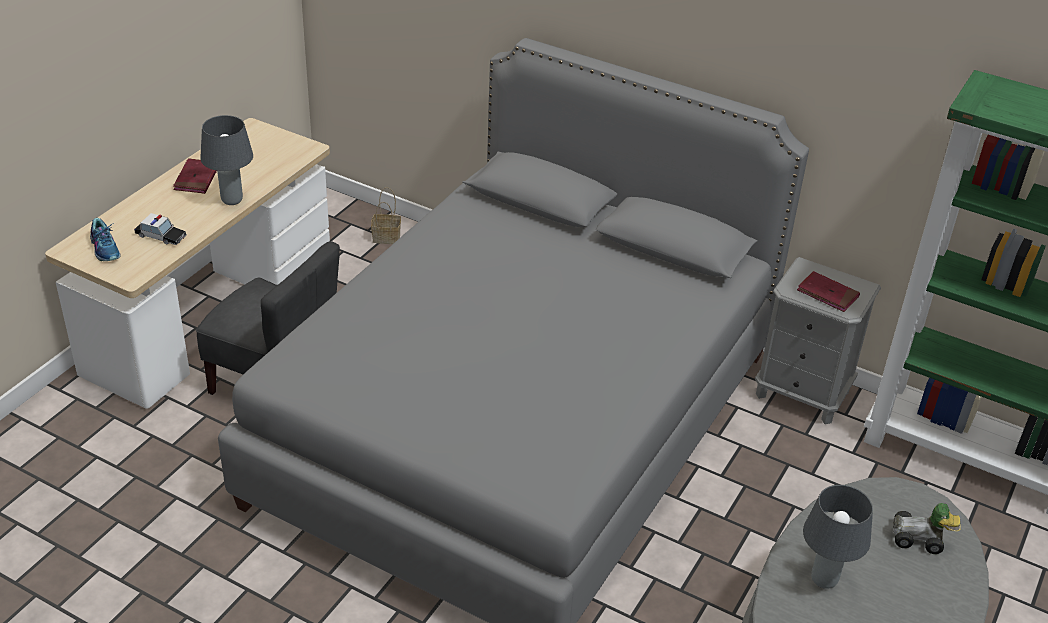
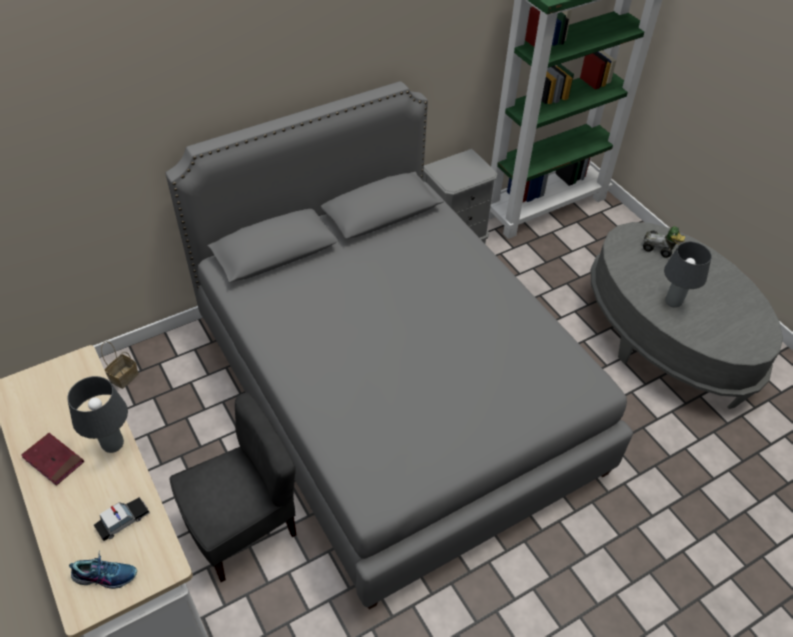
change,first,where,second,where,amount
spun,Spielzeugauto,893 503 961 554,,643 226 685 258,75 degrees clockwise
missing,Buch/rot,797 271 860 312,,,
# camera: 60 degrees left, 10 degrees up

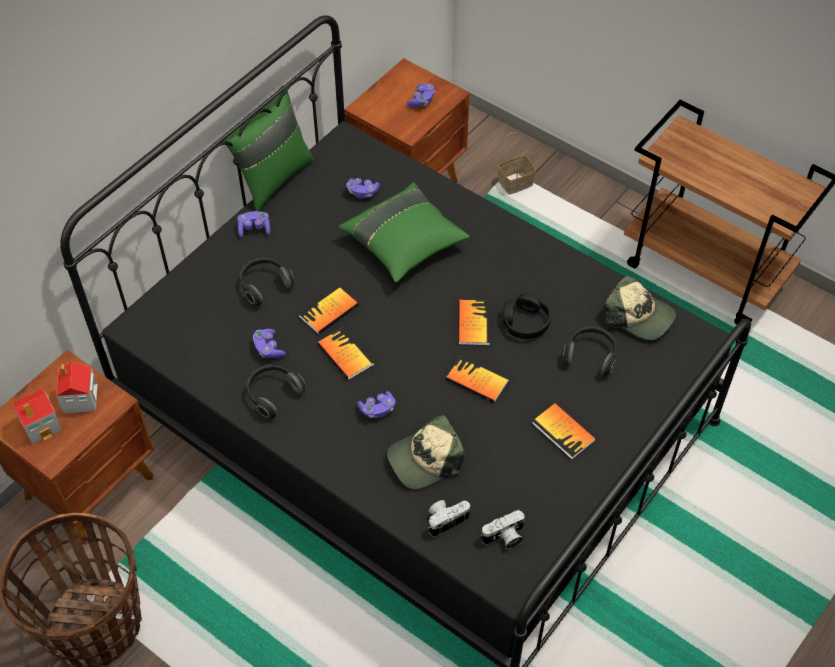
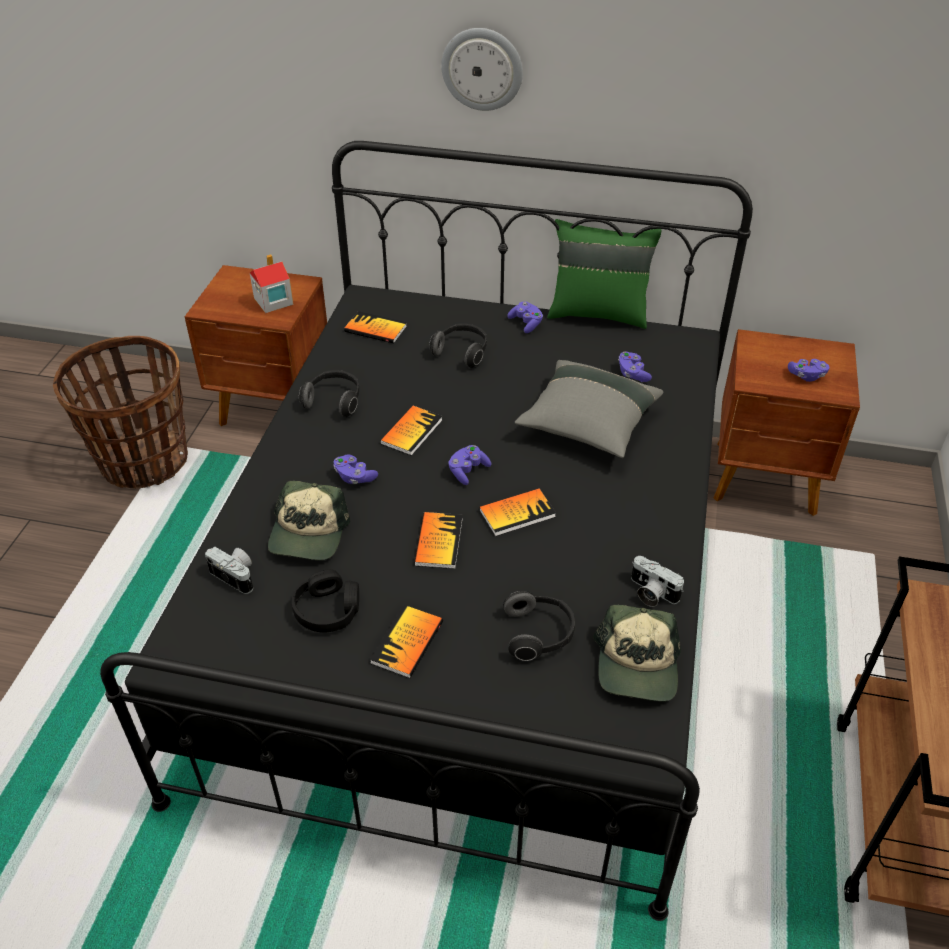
change,first,where,second,where,amount
spun,Kappe,387 415 464 489,,268 481 350 560,120 degrees counterclockwise
relocated,Kopfhörer/schwarz,503 293 551 339,,292 569 359 632,
relocated,Buch,299 286 358 334,,344 311 407 344,
appeared,,,Wanduhr,441 28 523 111,
relocated,Gamepad/lila,253 329 286 359,,448 445 491 485,
colour,Kissen/grün,338 183 470 283,Kissen/grau,515 360 663 458,
relocated,Kamera,481 510 525 549,,631 556 684 607,
missing,Spielzeughaus,12 389 62 444,,,
missing,Korb,498 132 536 195,,,
# camera: 65 degrees right, 10 degrees down

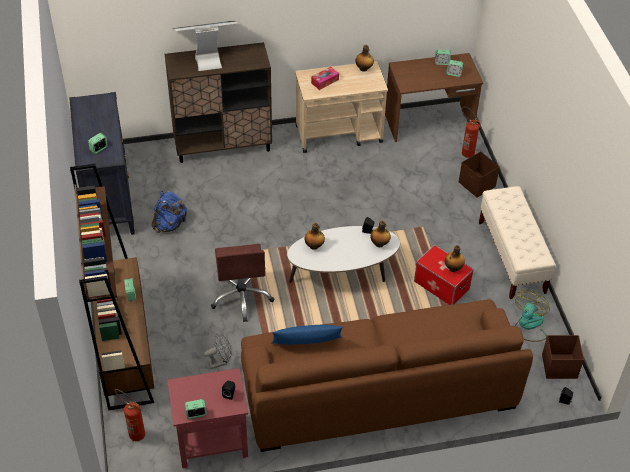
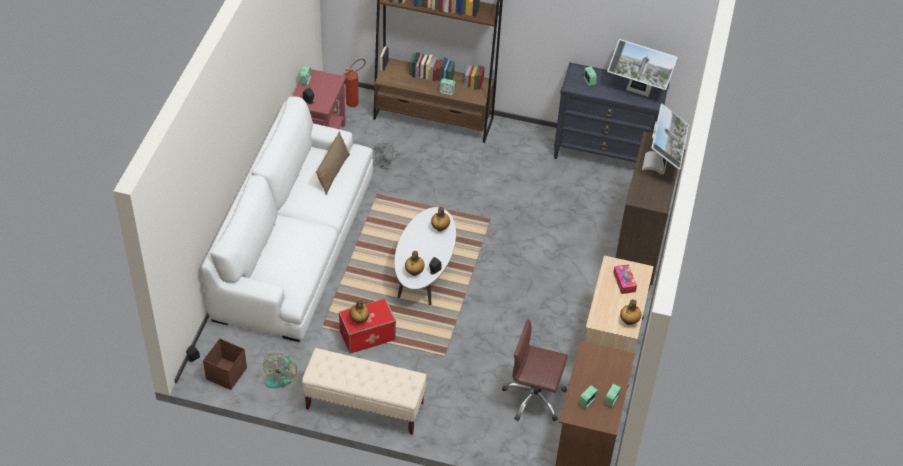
change,first,where,second,where,amount
colour,Sofa/braun,241 299 533 452,Sofa/weiß,201 96 373 342,
spun,Ventilator,515 290 550 342,,263 353 297 388,60 degrees clockwise
colour,Kissen/blau,271 325 343 345,Kissen/braun,316 131 350 195,
relocated,Bürostuhl/braun,211 244 275 322,,502 319 568 421,
appeared,,,Monitor,607 39 678 97,
missing,Rucksack/blau,152 191 187 233,,,
missing,Aufbewahrungsbox/braun,459 151 500 197,,,
missing,Feuerlöscher,462 106 481 158,,,
# camera: 115 degrees right, 0 degrees up

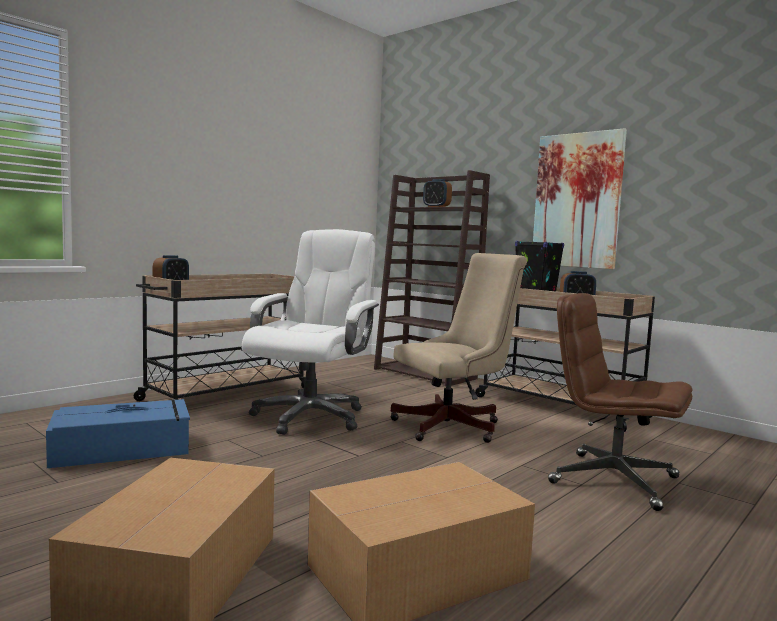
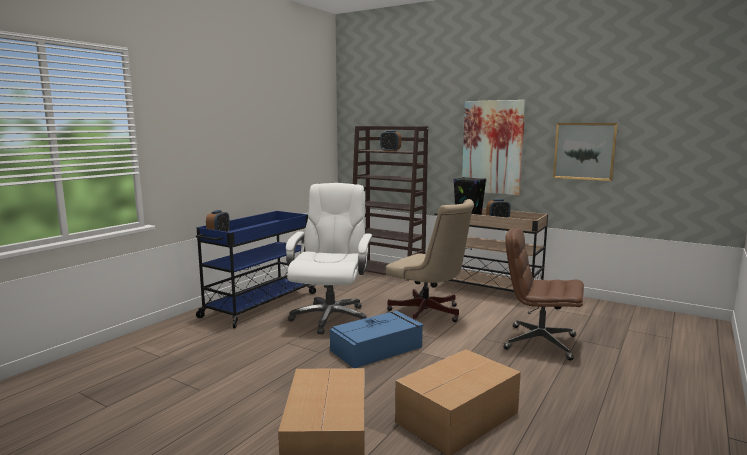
change,first,where,second,where,amount
colour,Rollwagen/beige,134 274 306 401,Rollwagen/blau,196 211 316 328,
relocated,Aufbewahrungsbox/blau,46 399 190 468,,330 311 423 368,
spun,Bürostuhl/beige,391 253 527 443,,386 199 474 322,75 degrees clockwise
appeared,,,Bild,553 123 618 181,
# camera: 10 degrees left, 5 degrees up

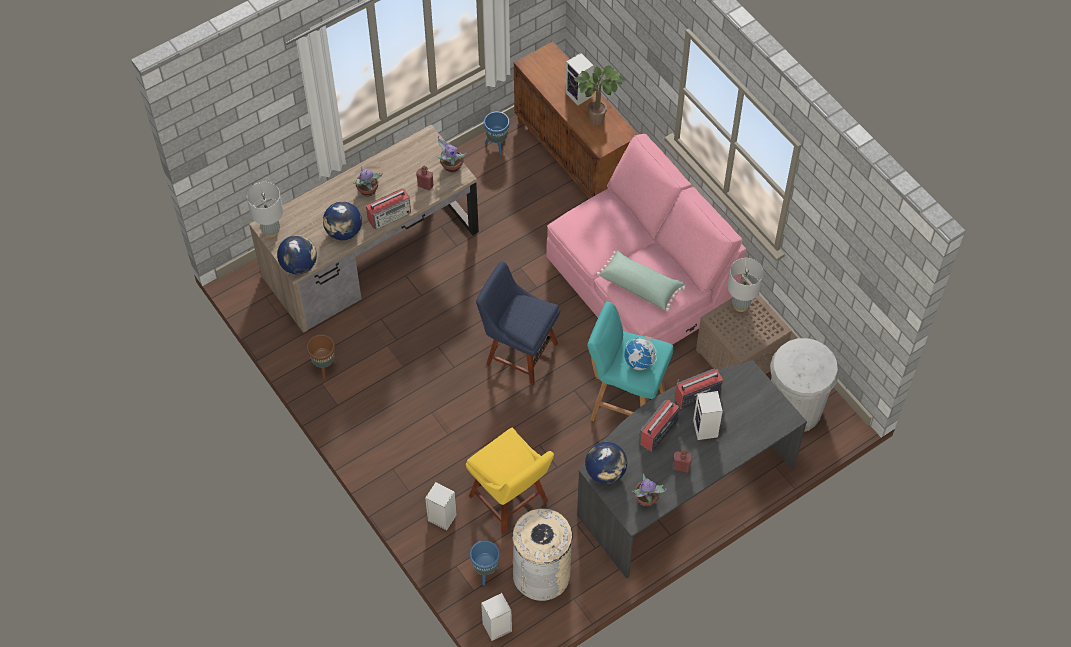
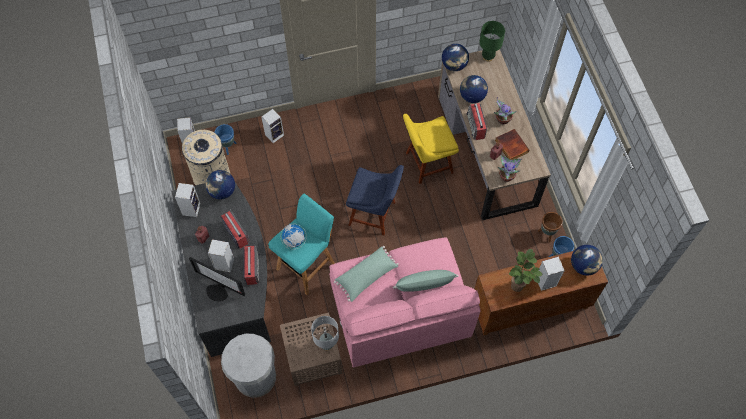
change,first,where,second,where,amount
exchanged,Topfpflanze,632 473 667 506,Lautsprecher,175 183 201 217,
appeared,,,Monitor,189 257 245 301,
spun,Stuhl/blau,476 261 560 385,,346 165 404 235,60 degrees clockwise
appeared,,,Kissen/grün,393 270 459 292,
relocated,Stuhl/gelb,466 428 554 534,,403 114 459 184,
colour,Tischlampe/grau,247 182 283 237,Tischlampe/grün,479 21 505 62,
appeared,,,Buch,495 129 529 161,
relocated,Pflanzkübel/braun,307 335 337 379,,538 212 563 242,
appeared,,,Globus,571 245 603 275,
# camera: 110 degrees right, 5 degrees up

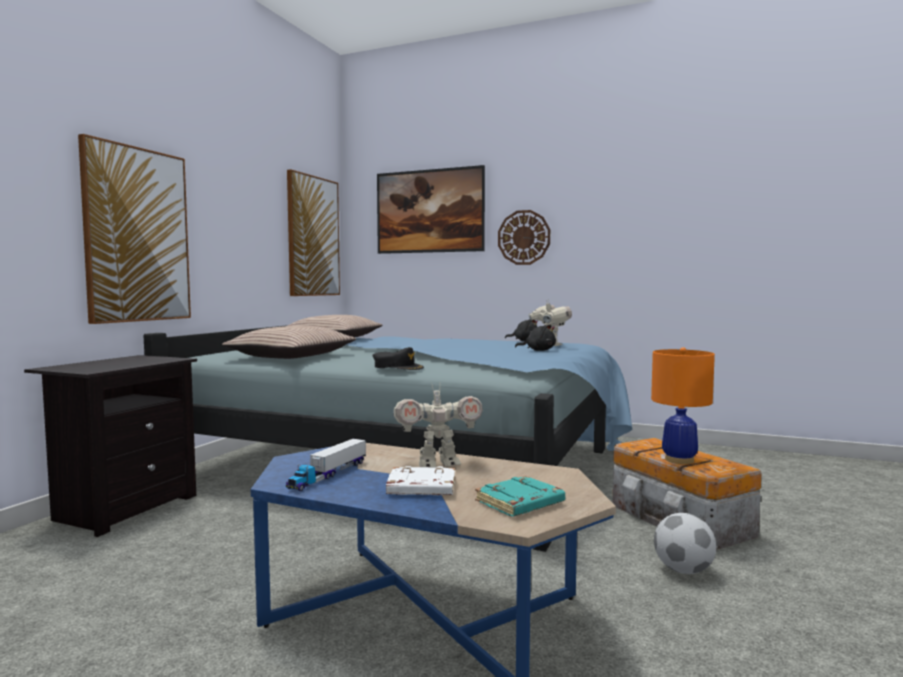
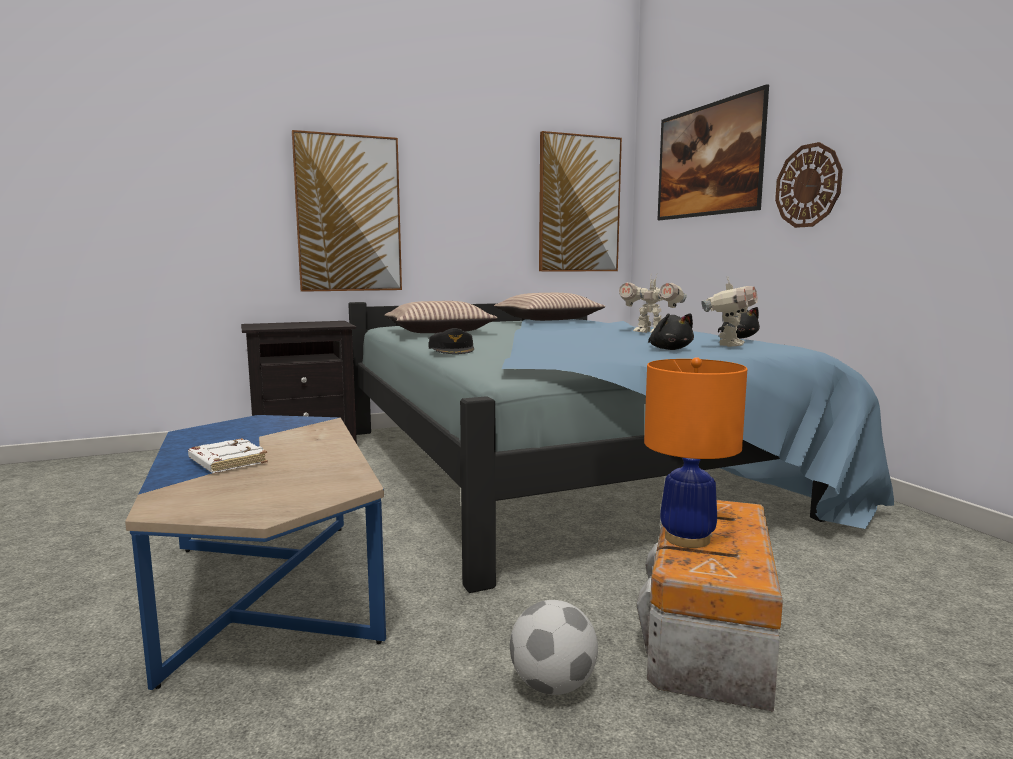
change,first,where,second,where,amount
relocated,Spielzeugroboter,393 385 483 468,,619 275 687 333,
missing,Spielzeuglaster,286 439 366 491,,,
missing,Buch/türkis,475 476 565 517,,,
# camera: 45 degrees right, 5 degrees up

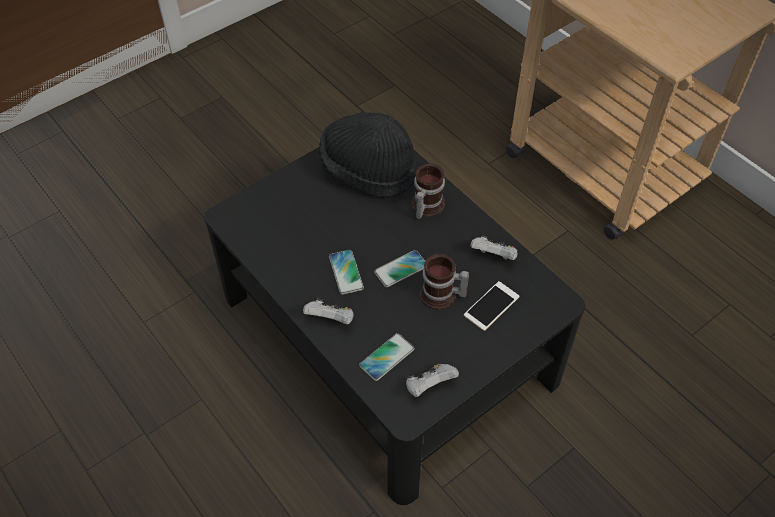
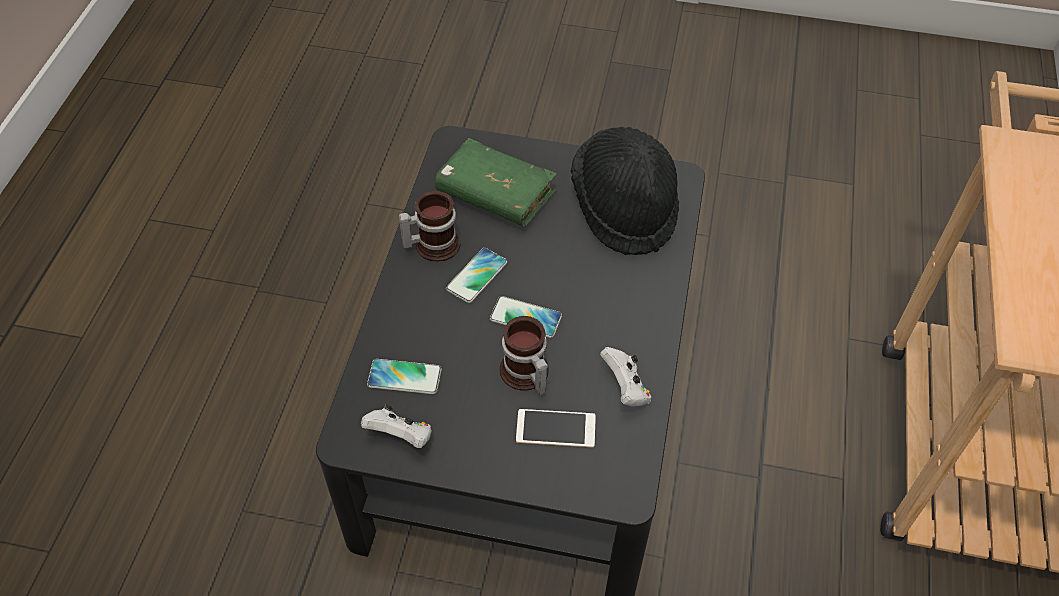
change,first,where,second,where,amount
relocated,Henkelbecher,411 163 445 219,,399 191 460 262,
appeared,,,Buch/grün,435 138 556 226,
missing,Gamepad/weiß,303 297 354 325,,,
# camera: 50 degrees right, 0 degrees up

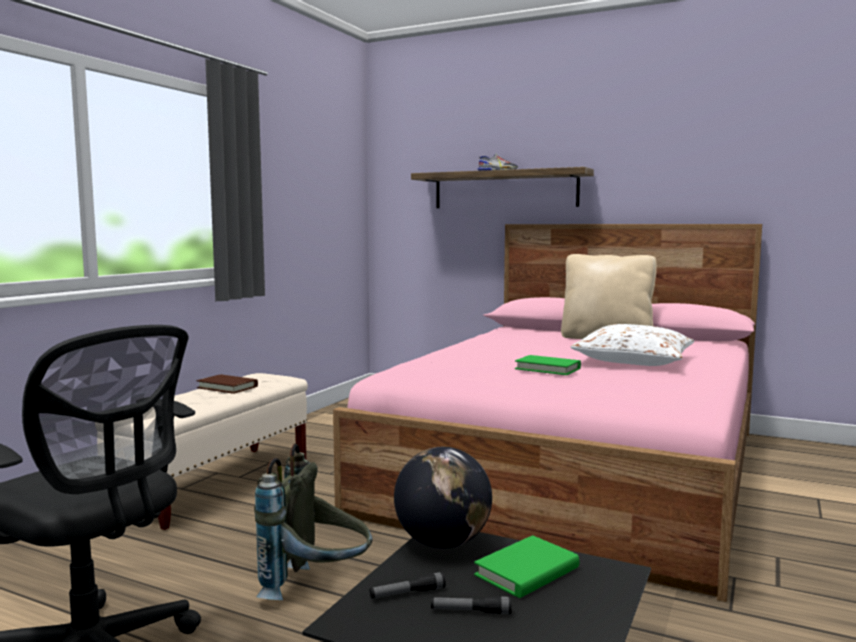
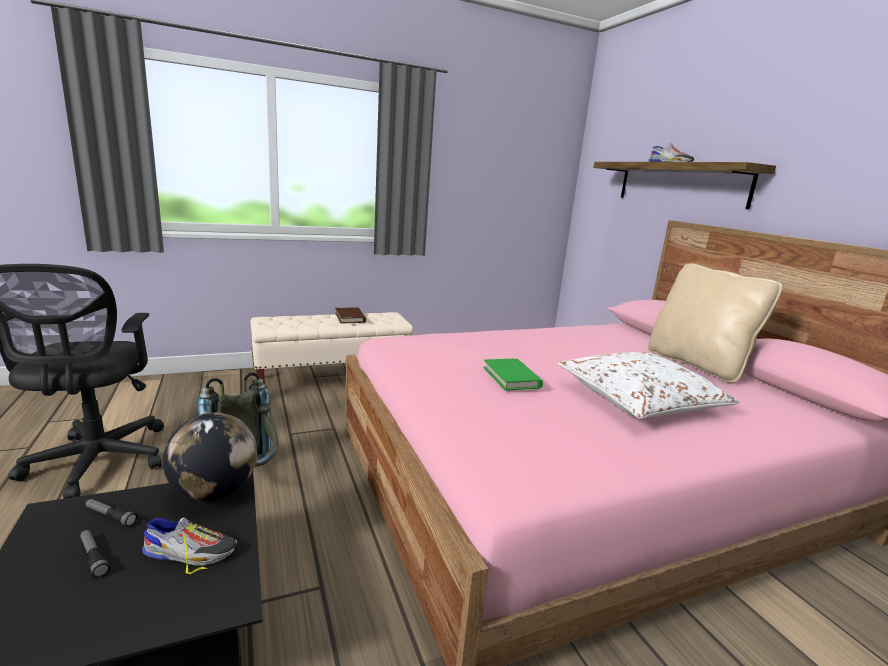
change,first,where,second,where,amount
exchanged,Buch/grün,474 535 580 598,Schuh,142 517 237 574,
# camera: 40 degrees right, 10 degrees up

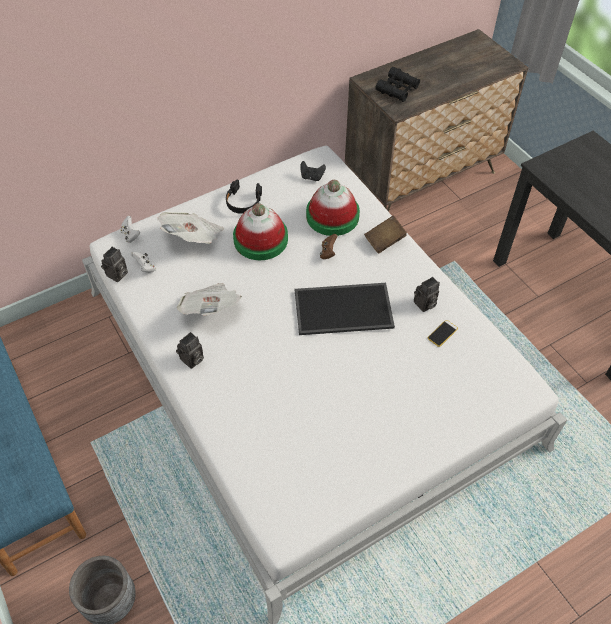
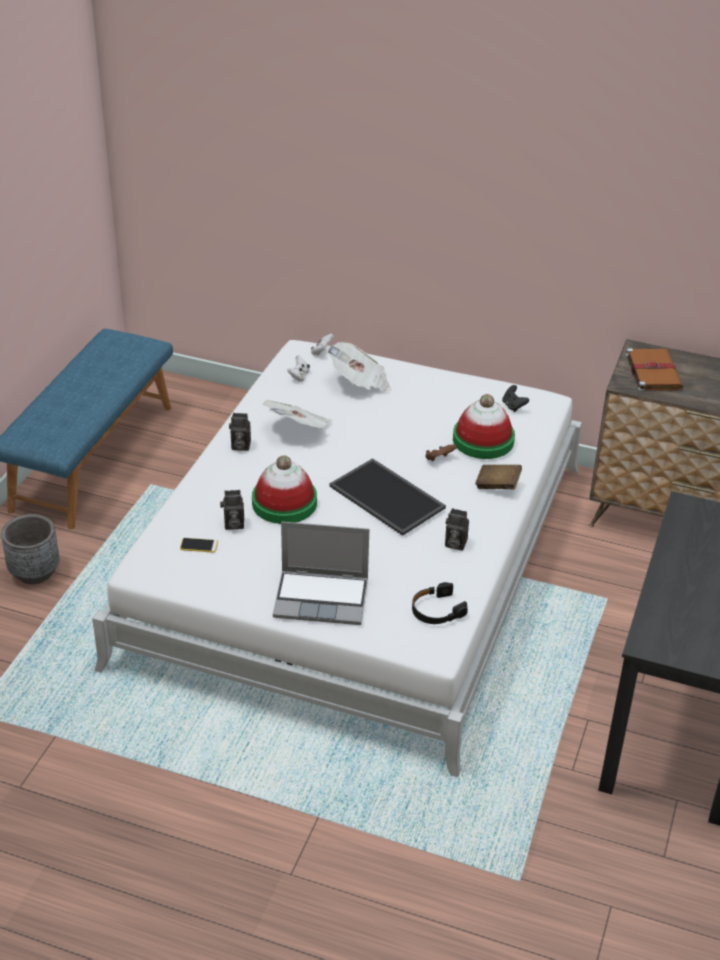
change,first,where,second,where,amount
relocated,Handy,427 320 458 347,,180 538 218 553,
relocated,Kamera,101 247 128 282,,220 490 244 530,
relocated,Hut,233 203 288 260,,252 455 317 524,
appeared,,,Laptop,273 522 369 625,
relocated,Kopfhörer/schwarz,226 179 262 214,,412 582 468 624,
exchanged,Fernglas/schwarz,375 67 420 102,Buch/braun,626 348 683 391,
# camera: 50 degrees right, 15 degrees down

